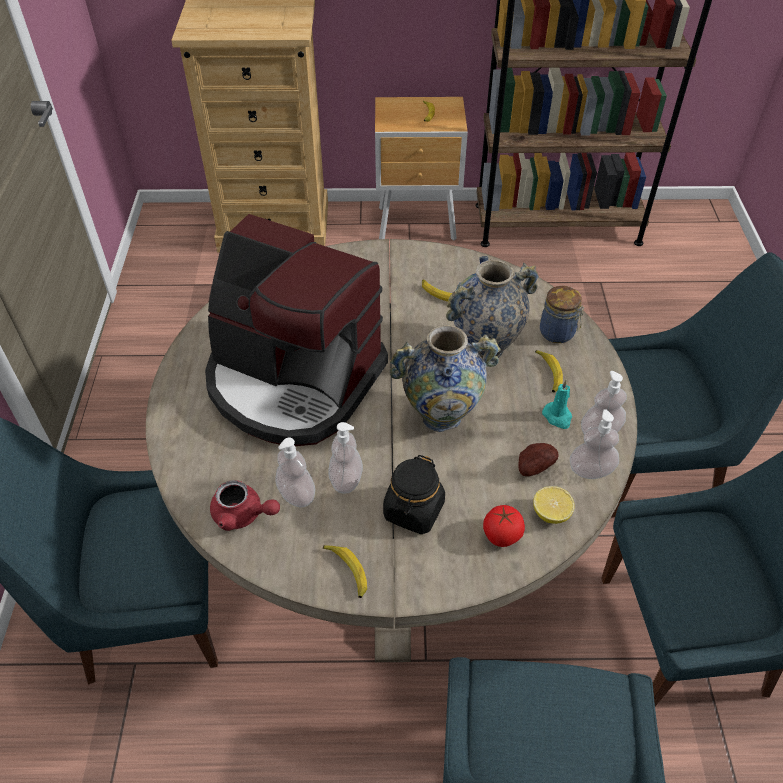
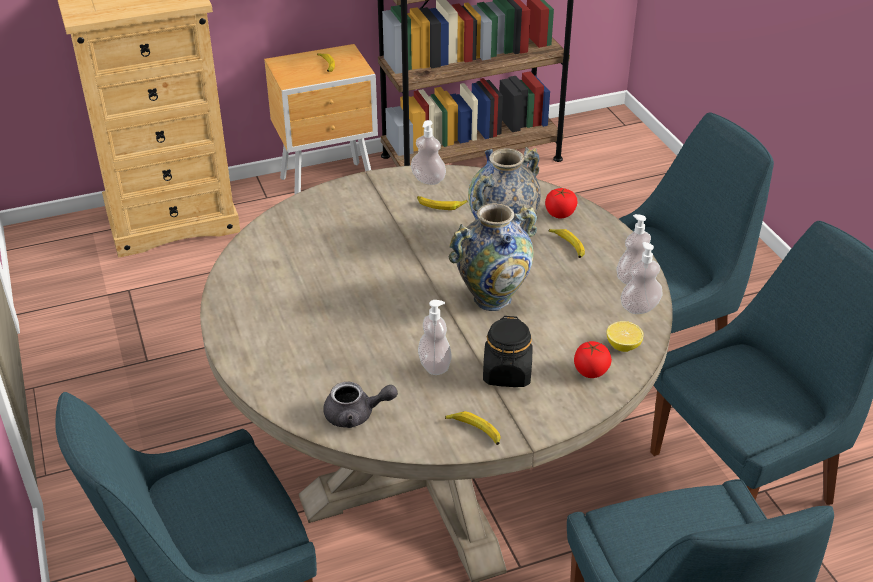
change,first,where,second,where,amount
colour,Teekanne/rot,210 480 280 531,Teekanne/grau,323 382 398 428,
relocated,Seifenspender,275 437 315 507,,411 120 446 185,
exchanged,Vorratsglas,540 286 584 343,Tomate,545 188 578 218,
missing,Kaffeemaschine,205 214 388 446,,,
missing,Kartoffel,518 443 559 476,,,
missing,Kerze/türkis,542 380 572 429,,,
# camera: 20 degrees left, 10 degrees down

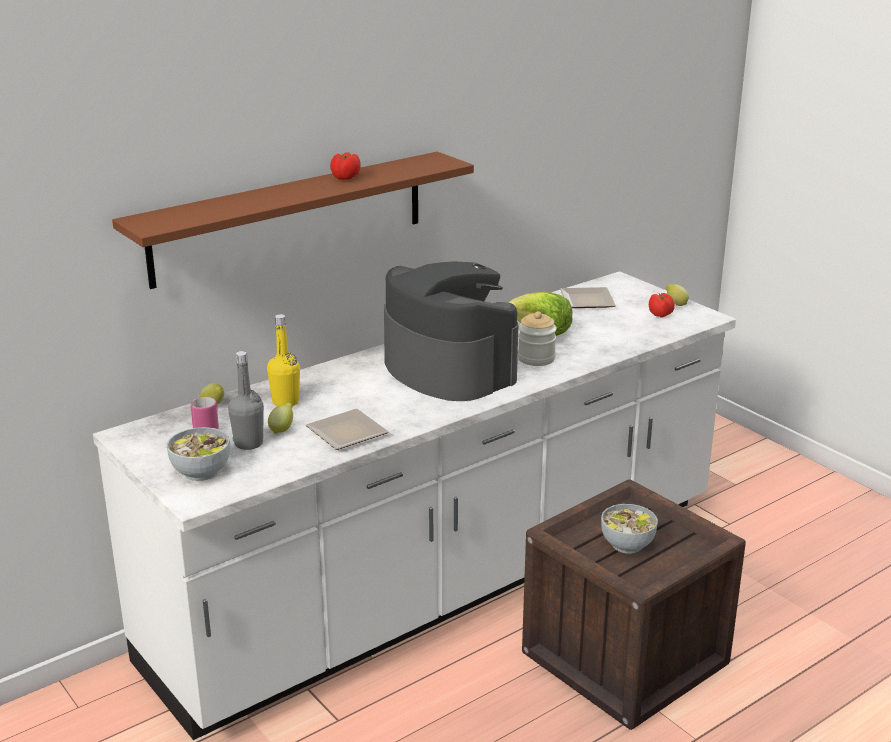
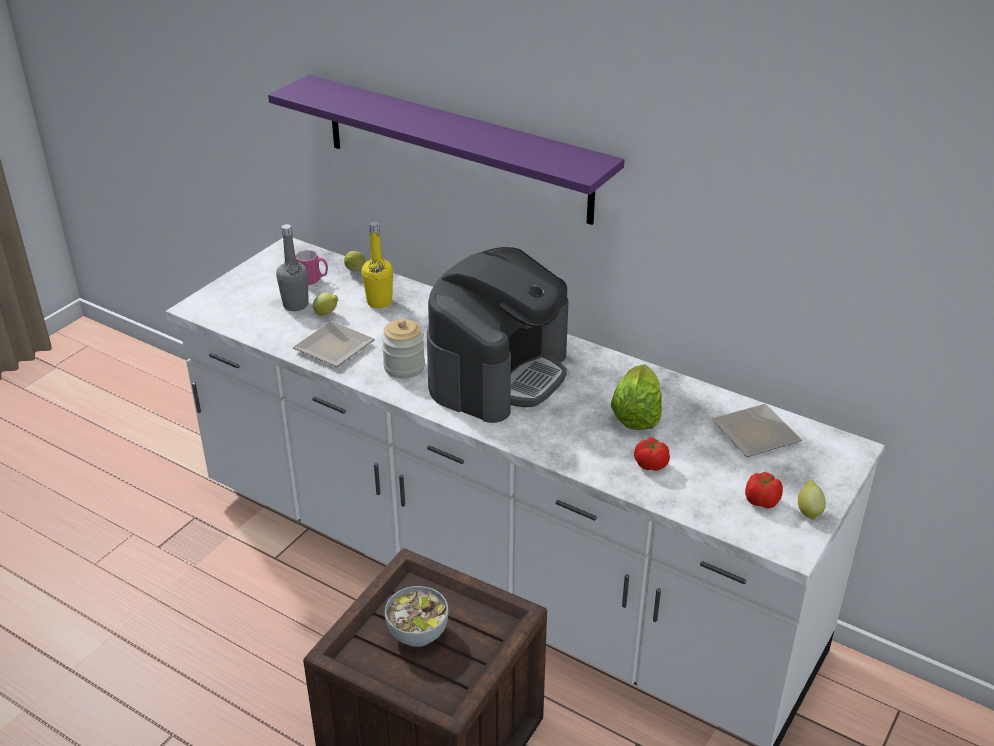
change,first,where,second,where,amount
colour,Wandregal/braun,112 152 474 289,Wandregal/lila,268 75 624 225,
relocated,Vorratsglas,518 311 557 366,,381 319 425 379,
relocated,Tomate,330 152 361 180,,634 438 670 471,
missing,Schüssel,167 427 230 481,,,
# camera: 70 degrees right, 10 degrees up

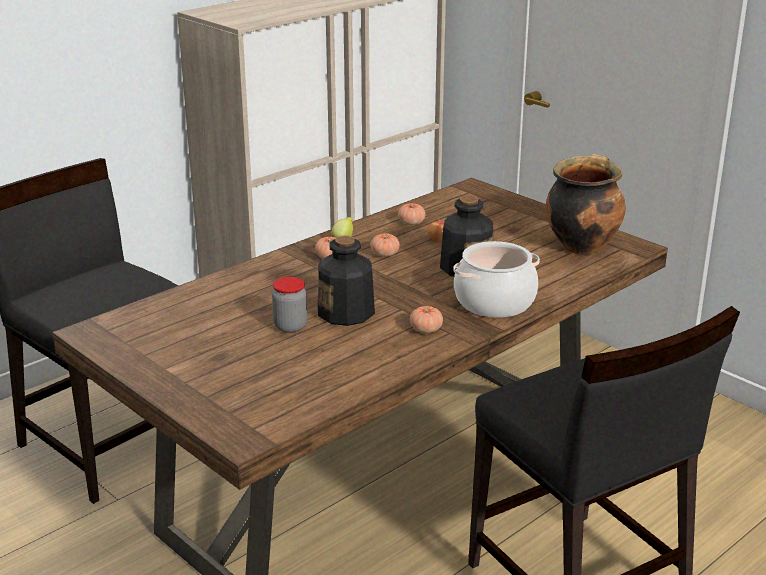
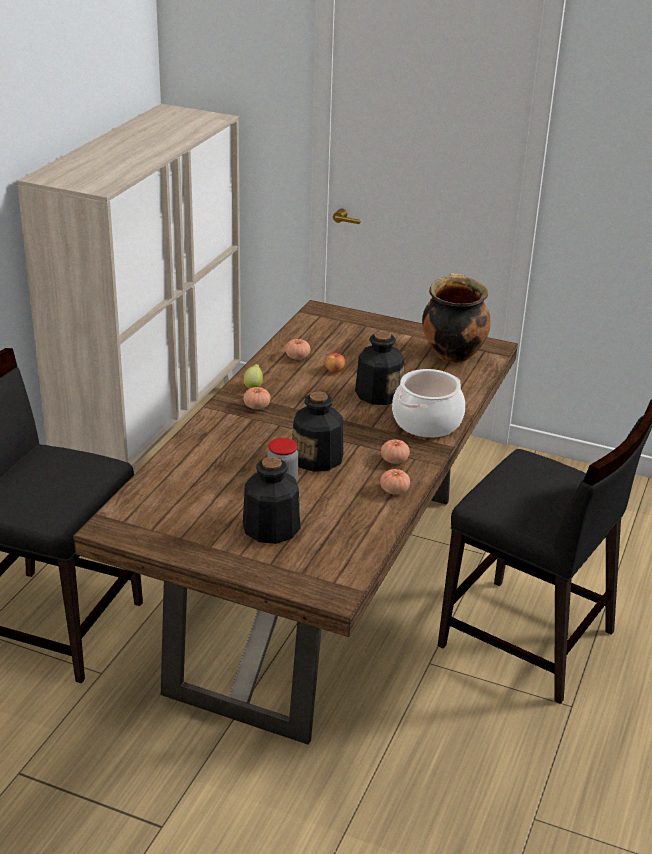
change,first,where,second,where,amount
appeared,,,Flasche,243 457 300 544,
relocated,Tomate,371 233 400 257,,380 469 410 495,
# camera: 25 degrees left, 5 degrees up

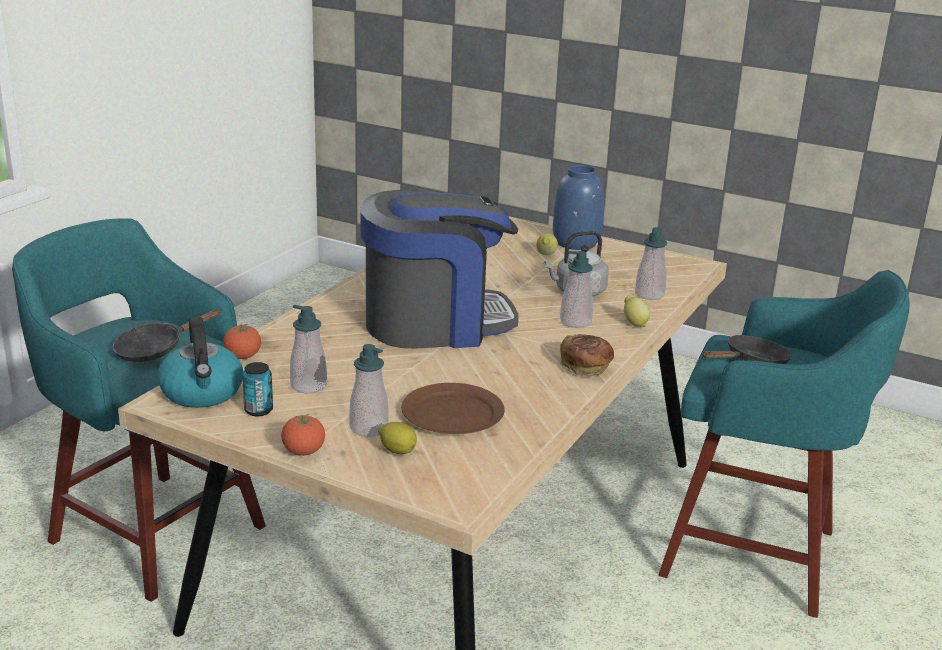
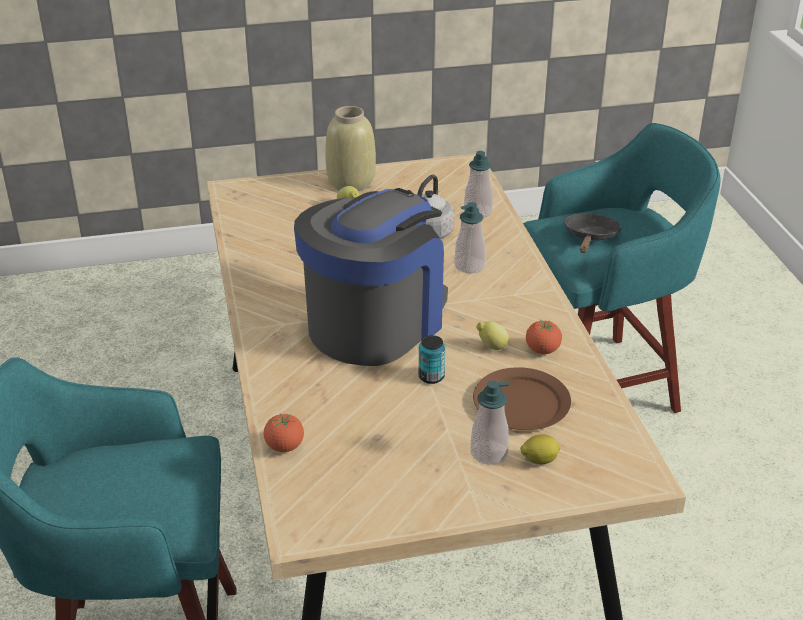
change,first,where,second,where,amount
colour,Vase/blau,553 165 604 250,Vase/beige,325 106 376 191,
relocated,Dose,242 362 273 416,,419 335 445 384,
relocated,Zitrone,624 295 650 327,,476 321 509 350,
relocated,Tomate,281 414 325 456,,526 320 562 354,
missing,Pfanne/schwarz,113 309 221 362,,,
missing,Wasserkessel,157 317 243 408,,,
missing,Seifenspender,290 305 327 393,,,
missing,Brot,560 334 614 376,,,
# camera: 40 degrees left, 10 degrees up

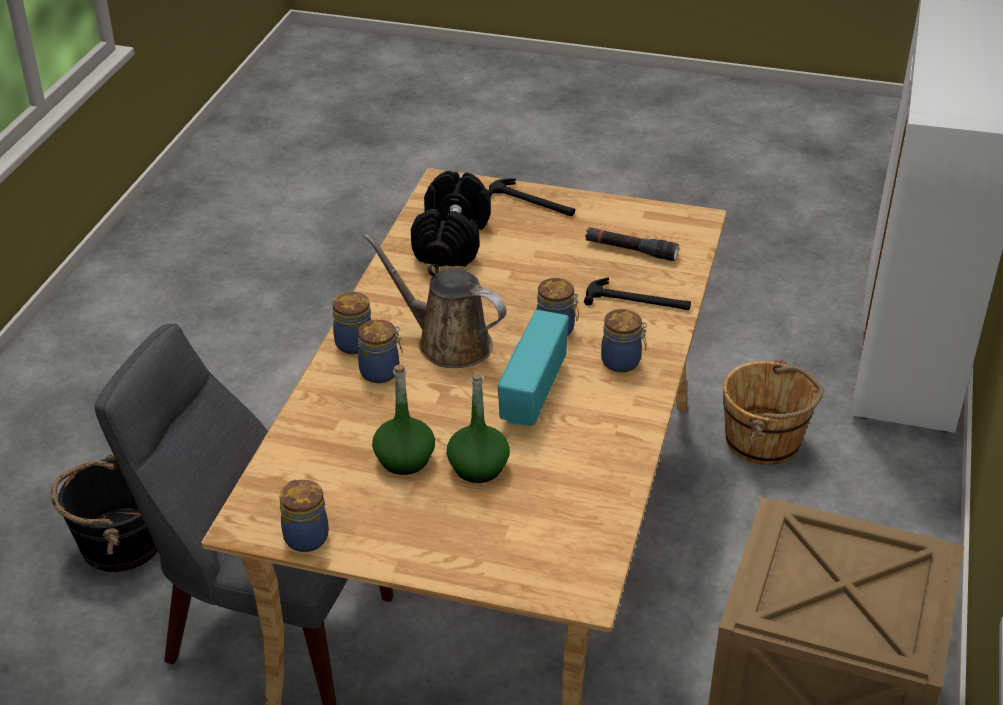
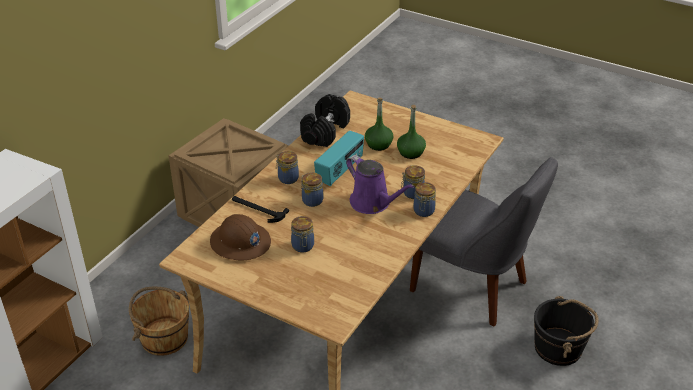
change,first,where,second,where,amount
exchanged,Taschenlampe/schwarz,585 227 679 261,Schutzhelm/braun,210 214 271 260,
relocated,Vorratsglas,279 479 329 552,,291 216 314 253,
relocated,Hantel/schwarz,411 171 491 267,,300 94 350 147,
colour,Gießkanne/braun,364 233 507 368,Gießkanne/lila,346 155 415 214,
missing,Hammer,487 178 575 216,,,
# camera: 165 degrees left, 0 degrees up

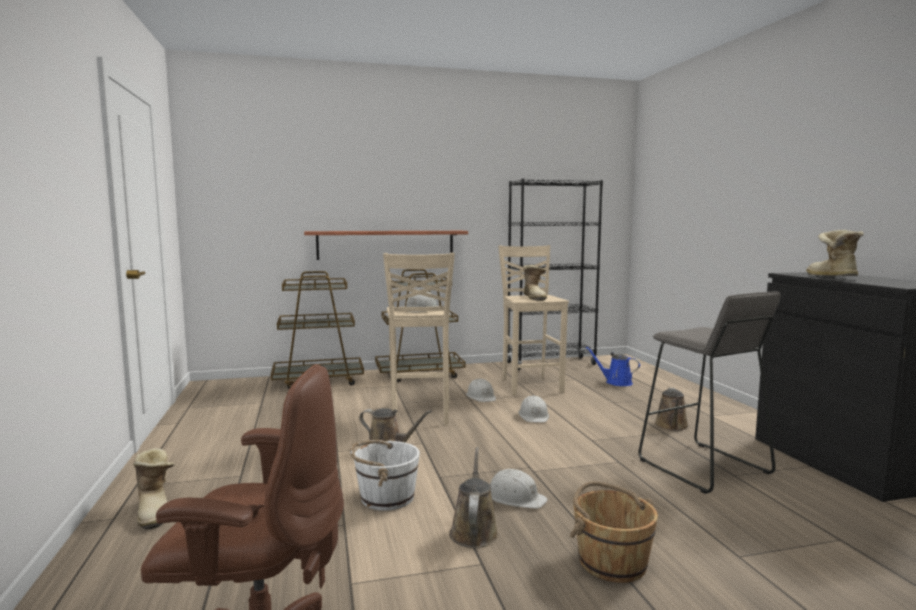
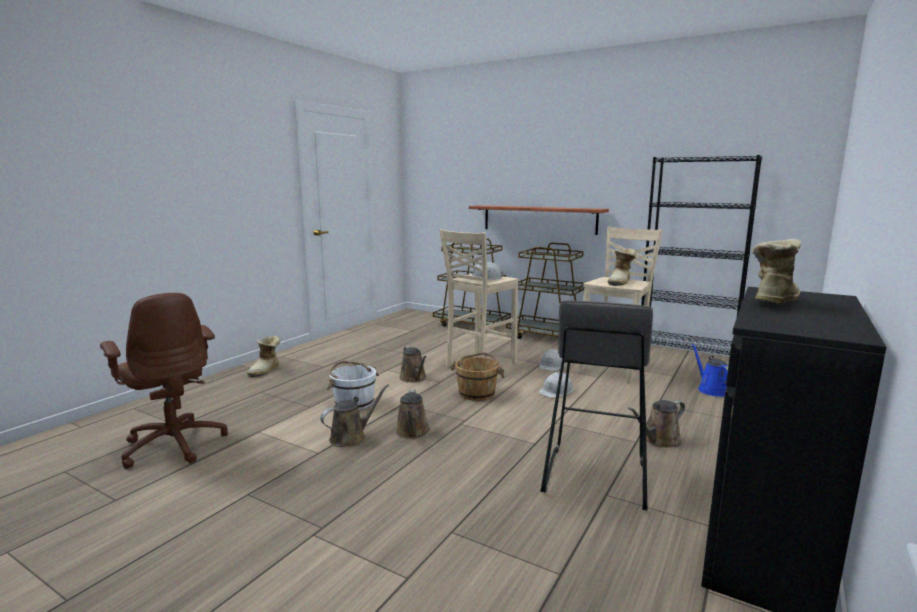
change,first,where,second,where,amount
exchanged,Schutzhelm/weiß,490 469 548 509,Gießkanne/braun,395 389 430 439,
relocated,Eimer/braun,570 481 658 583,,450 352 505 401,
# camera: 45 degrees right, 5 degrees up

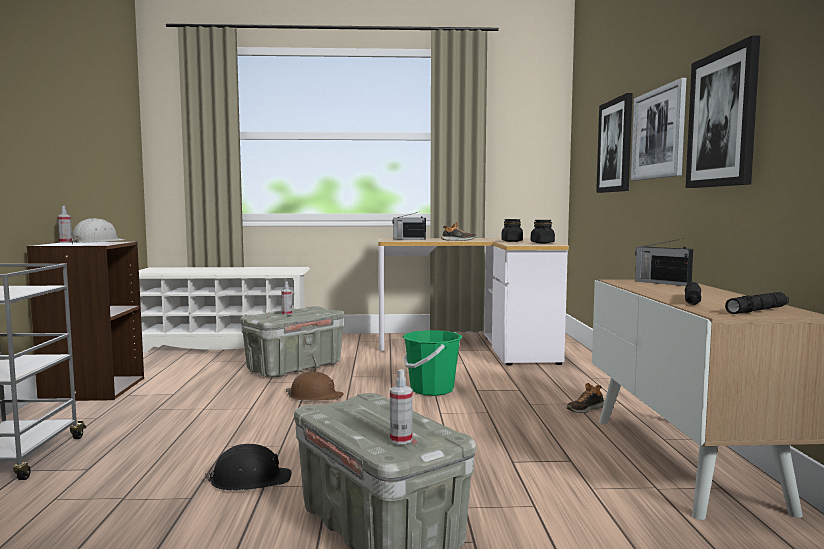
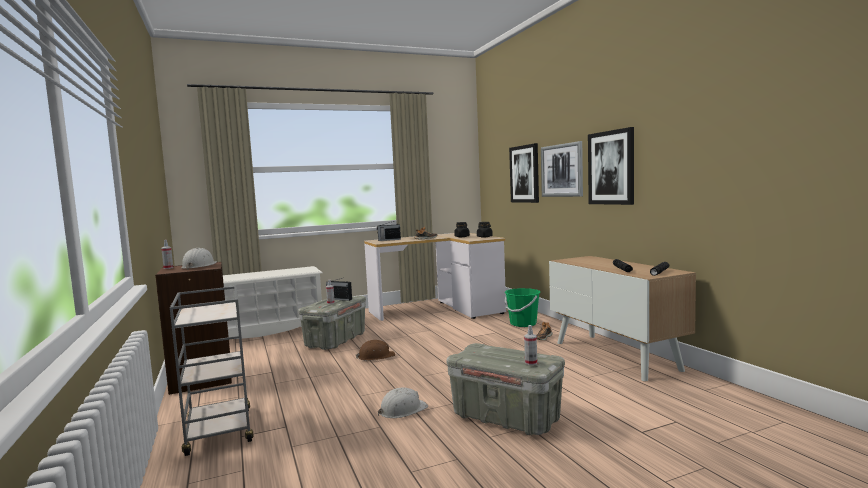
change,first,where,second,where,amount
relocated,Radio,635 238 693 286,,326 278 352 301,
colour,Schutzhelm/schwarz,205 444 292 491,Schutzhelm/weiß,378 387 428 418,
relocated,Eimer/grün,402 330 462 396,,504 288 541 327,
# camera: 20 degrees left, 0 degrees up

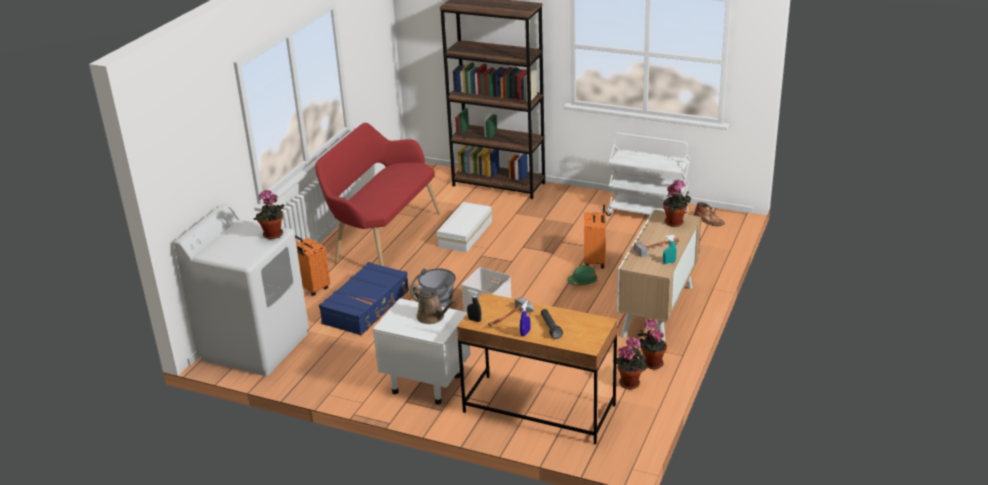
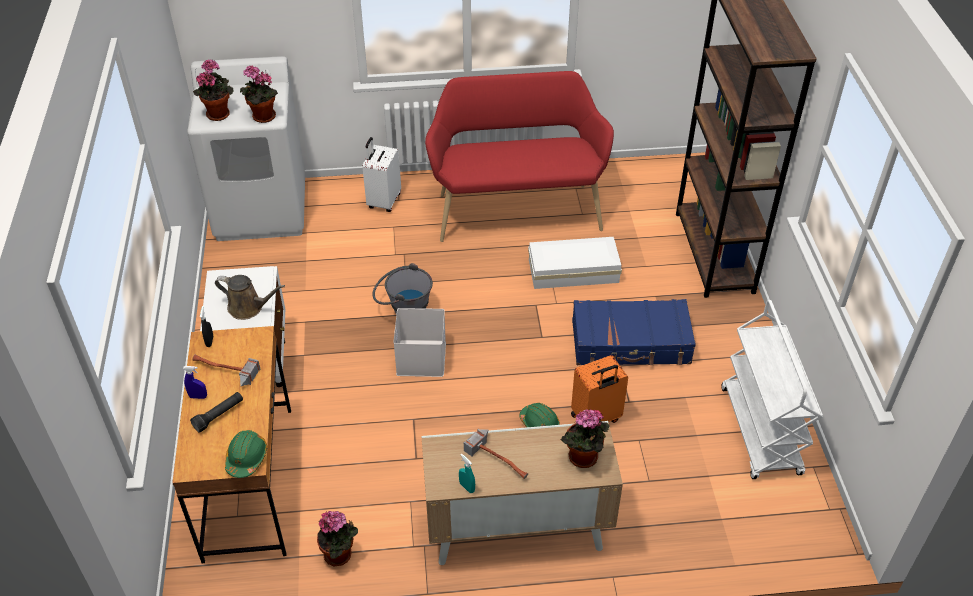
change,first,where,second,where,amount
relocated,Topfpflanze,638 319 667 369,,193 59 234 121,
spun,Gießkanne/braun,413 285 456 324,,215 275 285 320,90 degrees counterclockwise
appeared,,,Schutzhelm/grün,225 430 267 478,
colour,Koffer/orange,295 235 330 296,Koffer/weiß,362 137 401 212,
relocated,Koffer/blau,319 262 409 335,,572 299 696 365,
missing,Stiefel/braun,694 202 725 226,,,
# camera: 60 degrees right, 15 degrees up

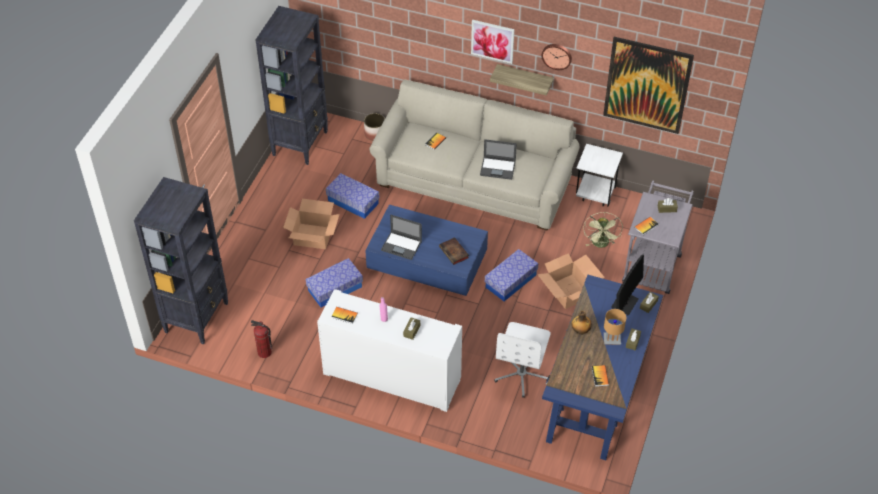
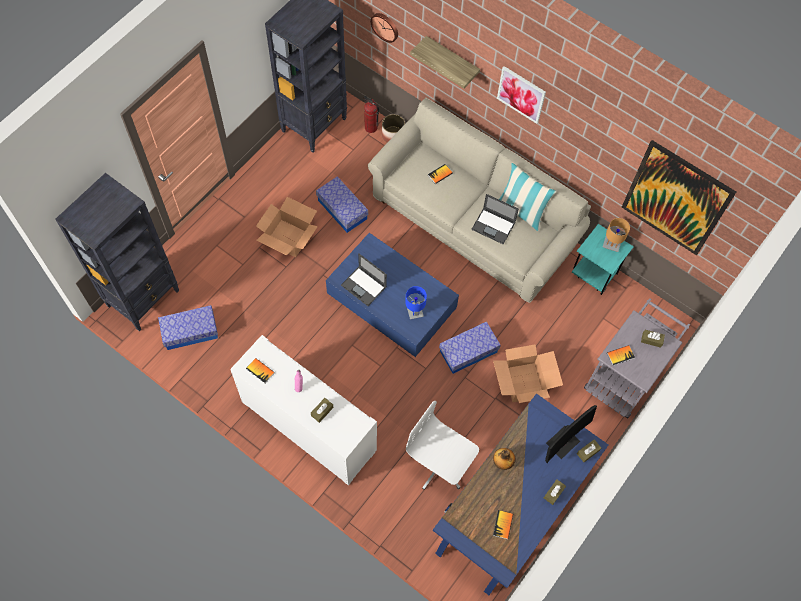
change,first,where,second,where,amount
relocated,Aufbewahrungsbox,306 258 363 307,,158 305 218 350,
relocated,Feuerlöscher,251 320 272 358,,363 96 379 133,
relocated,Wanduhr,541 44 572 70,,370 13 398 43,
exchanged,Buch,439 237 469 265,Tischlampe/blau,405 286 427 319,
spun,Bürostuhl/weiß,494 322 551 398,,406 401 479 490,90 degrees clockwise
relocated,Wandregal,490 64 554 96,,410 36 480 89,
appeared,,,Kissen,499 163 556 232,
colour,Beistelltisch/weiß,576 144 623 207,Beistelltisch/türkis,572 224 634 295,
relocated,Tischlampe/braun,604 309 627 345,,603 218 630 252,
missing,Ventilator/grün,584 212 623 248,,,
# camera: 15 degrees right, 15 degrees up

